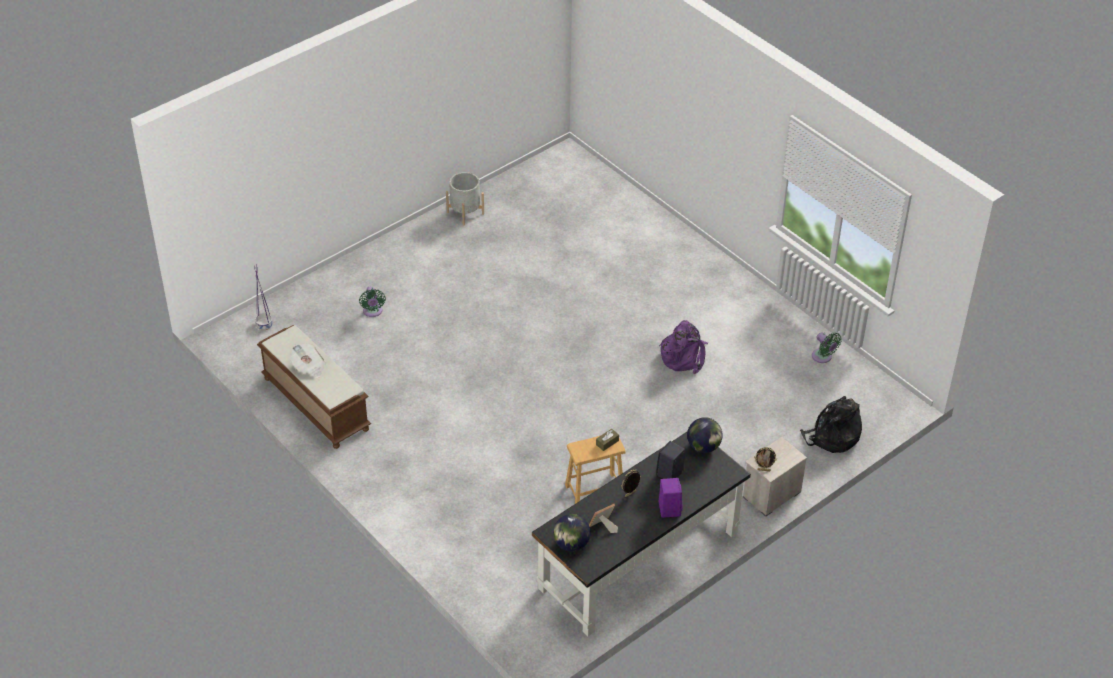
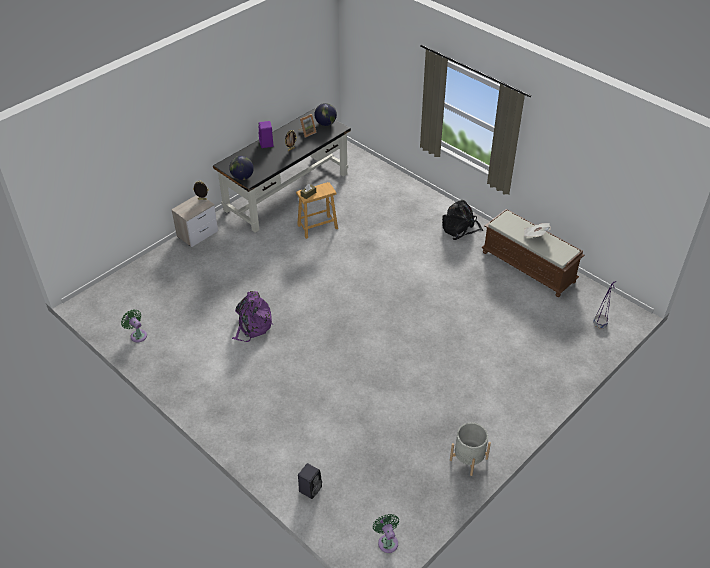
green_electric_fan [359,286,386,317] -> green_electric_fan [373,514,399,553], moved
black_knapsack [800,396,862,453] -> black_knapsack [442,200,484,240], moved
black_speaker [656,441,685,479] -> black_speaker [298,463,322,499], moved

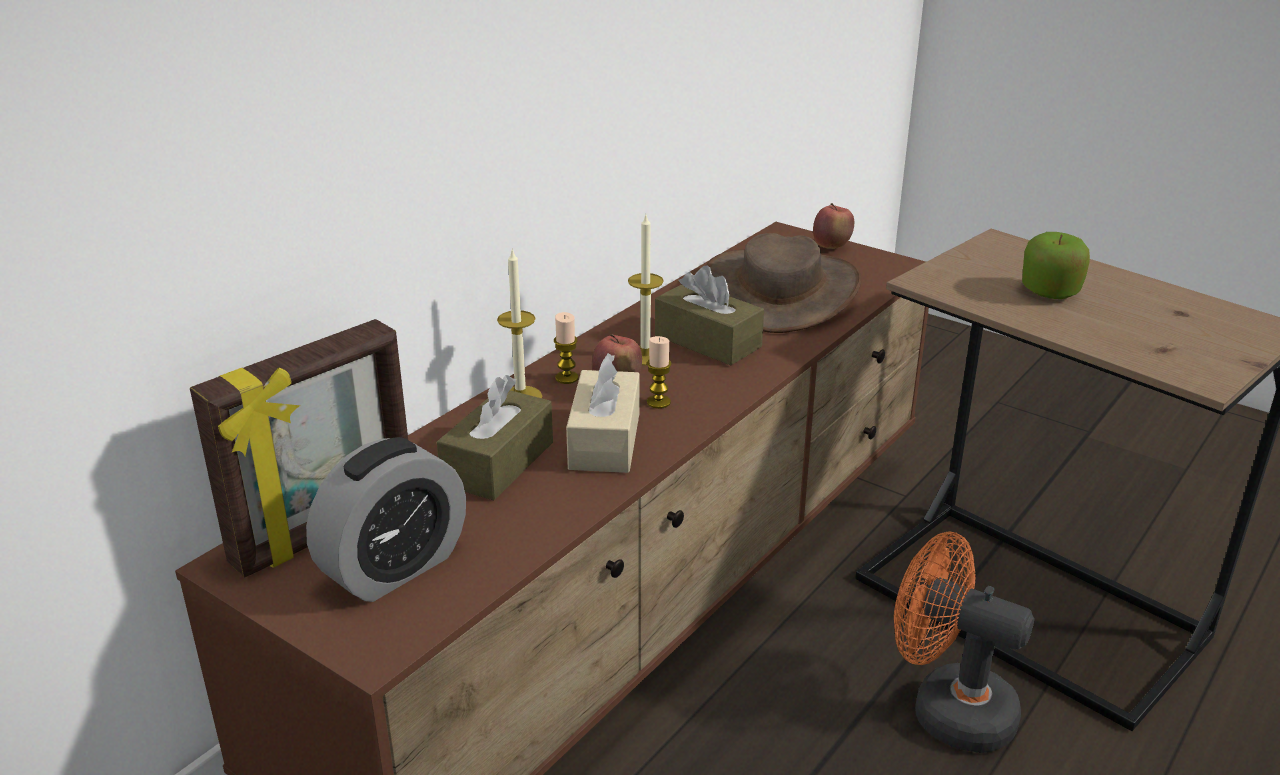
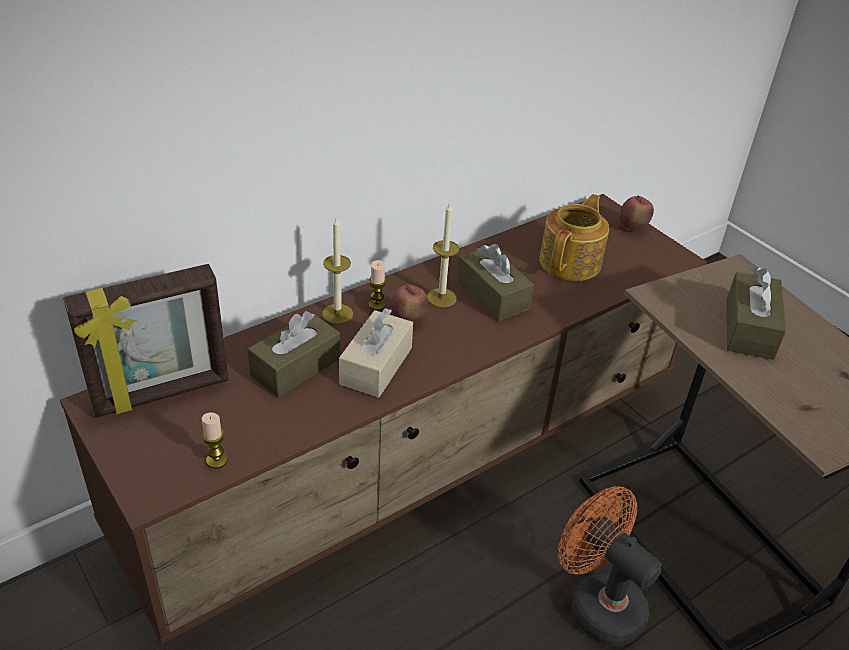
apple_fruit [1022,232,1090,299] -> brownish_tissue_holder [726,267,786,360]
brownish_hat [706,233,862,333] -> pot_for_tea [539,194,609,281]
wax_candle [647,336,672,409] -> wax_candle [202,413,227,469], moved
bedside_clock [306,437,466,602] -> none

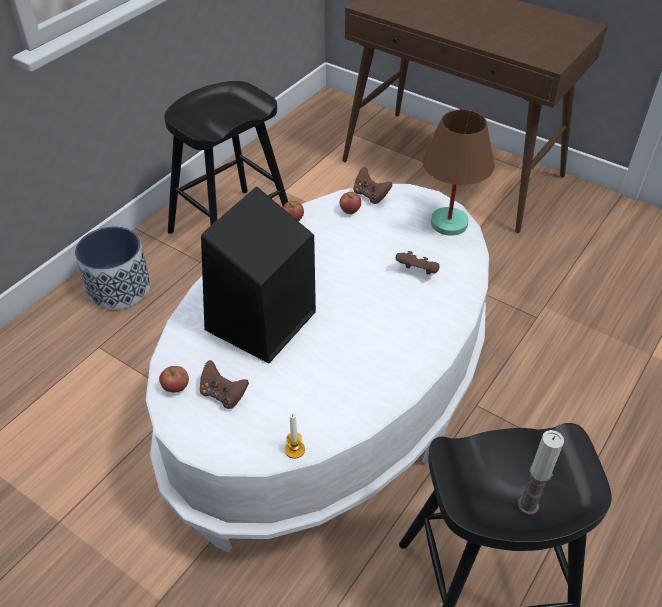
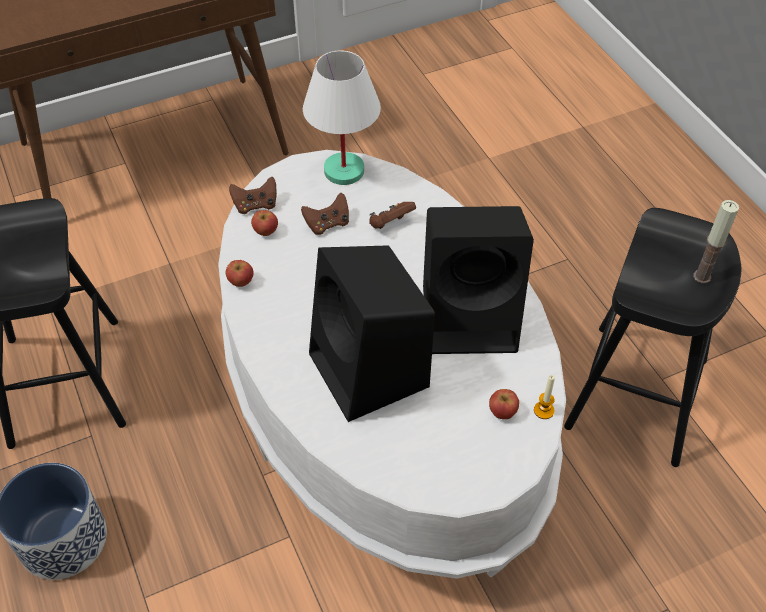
brownish_table_lamp [422,109,494,236] -> white_table_lamp [303,50,381,185]
brownish_gamepad [200,360,249,409] -> brownish_gamepad [301,193,349,235], moved
apple_fruit [159,366,189,393] -> apple_fruit [489,389,519,419], moved
none -> black_speaker [423,206,534,354]

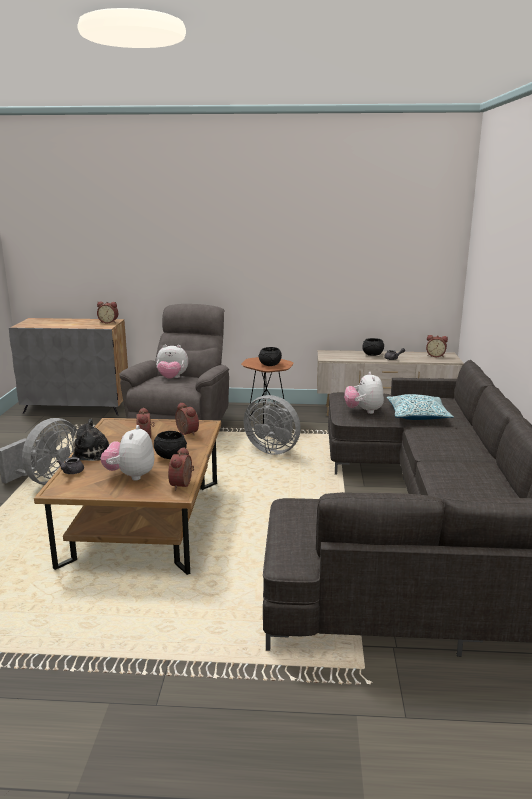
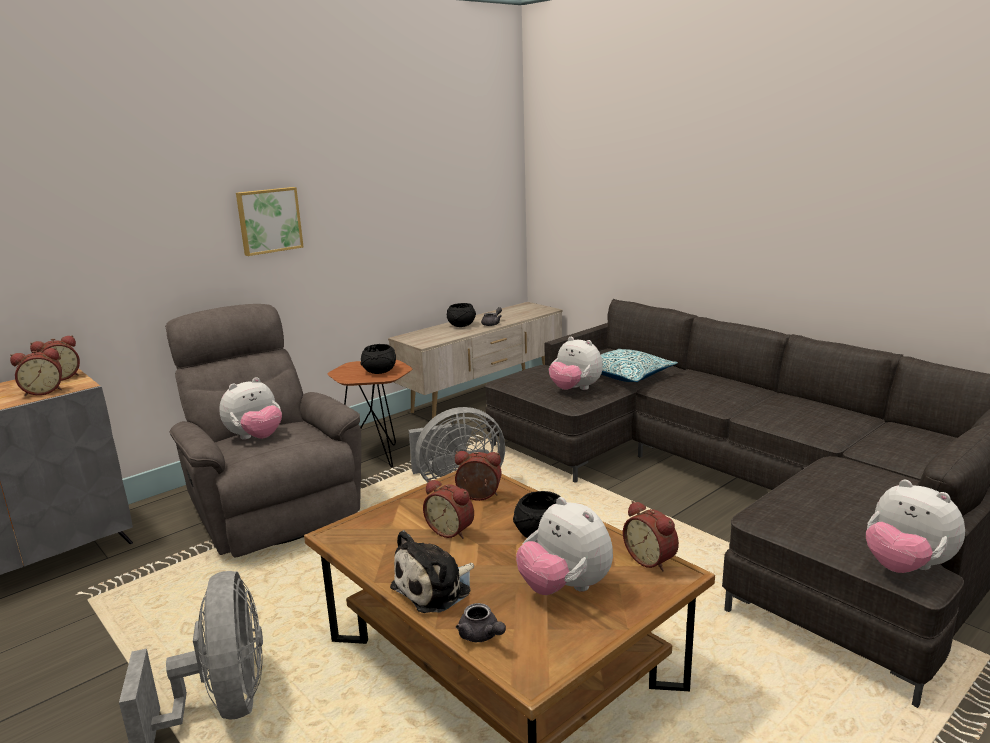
bedside_clock [426,335,448,357] -> bedside_clock [10,348,62,396], moved
none -> wall_art [236,187,303,256]
none -> soft_toy [866,480,965,573]

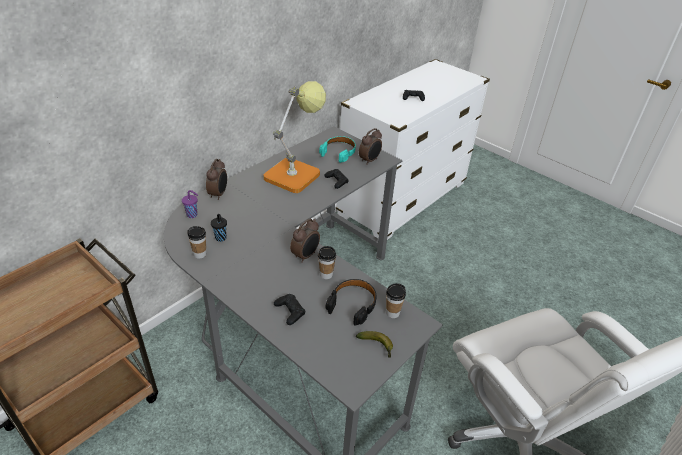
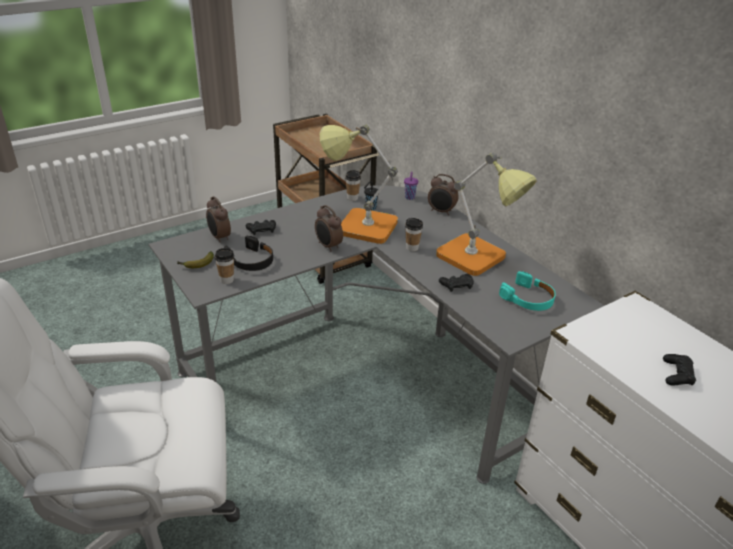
bedside_clock [359,128,382,165] -> bedside_clock [206,196,231,243], moved
cup [318,246,336,279] -> cup [405,218,423,251], moved
none -> table_lamp [320,124,398,244]

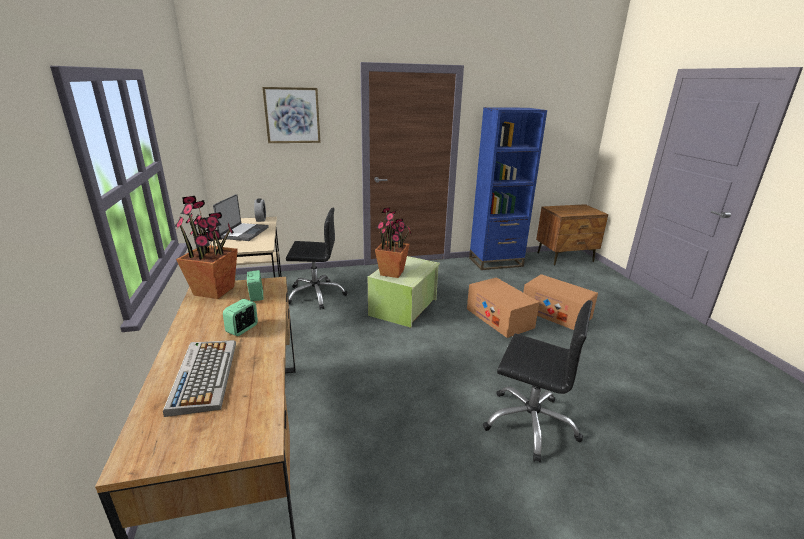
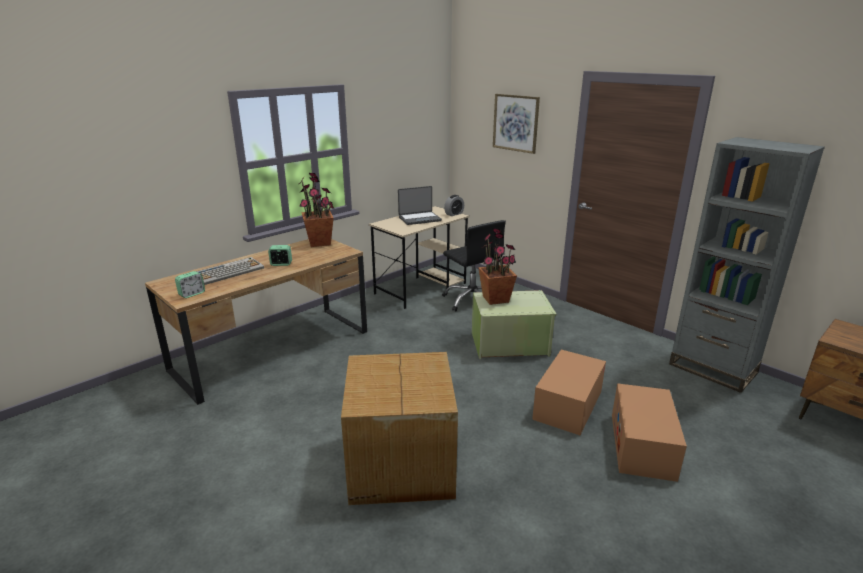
blue_bookshelf [469,107,547,270] -> greyish_bookshelf [669,137,825,393]
bedside_clock [247,270,263,301] -> bedside_clock [175,271,205,298], moved
black_desk_chair [483,300,593,462] -> cardboard_box [341,352,458,505]

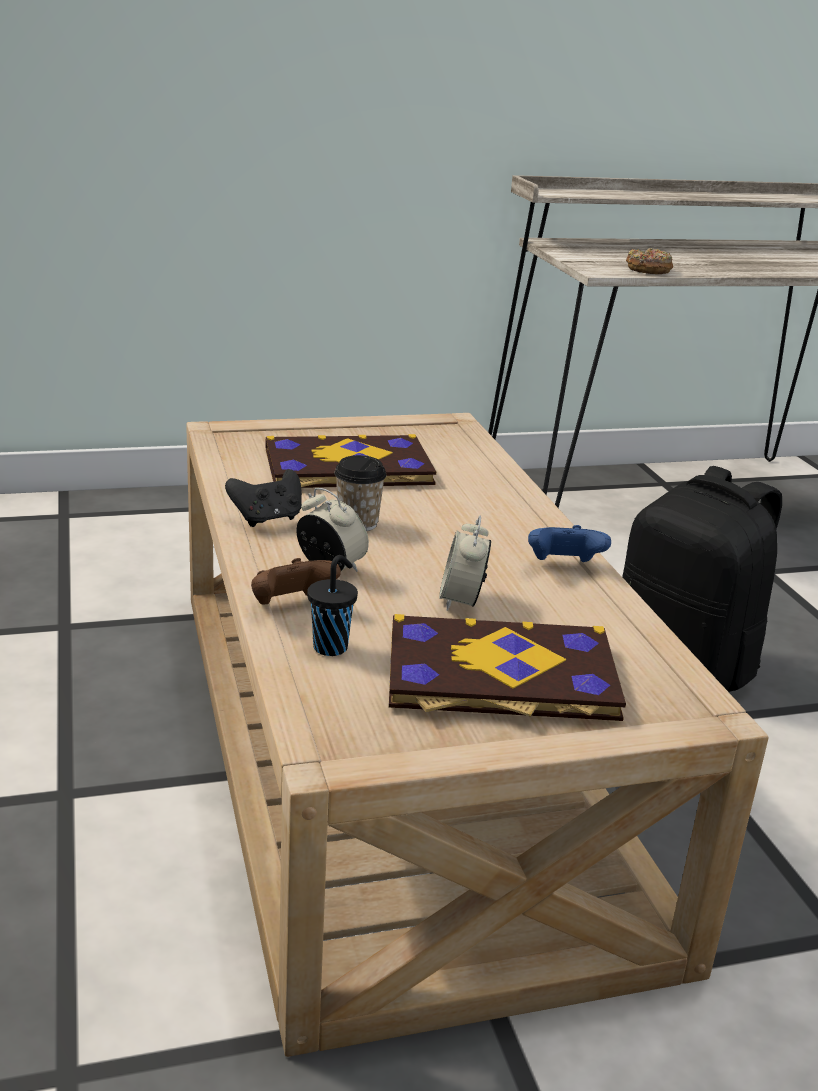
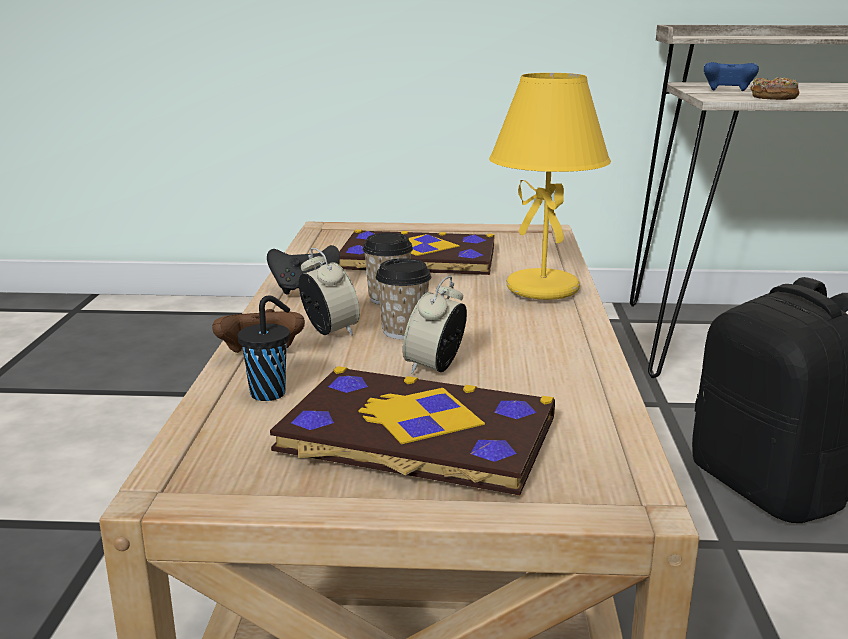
blue_gamepad [528,525,611,562] -> blue_gamepad [704,62,759,91], moved
none -> yellowish_table_lamp [489,73,611,300]
none -> cup [375,258,431,339]

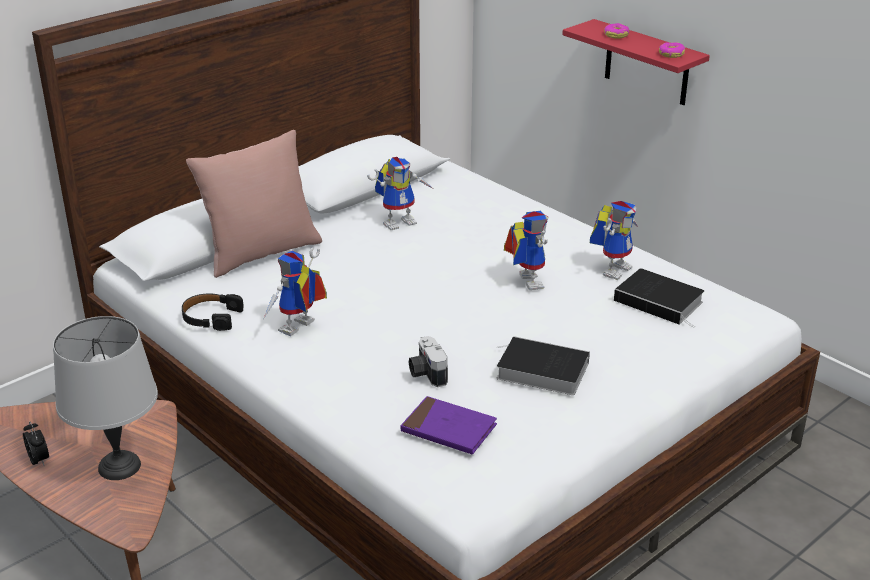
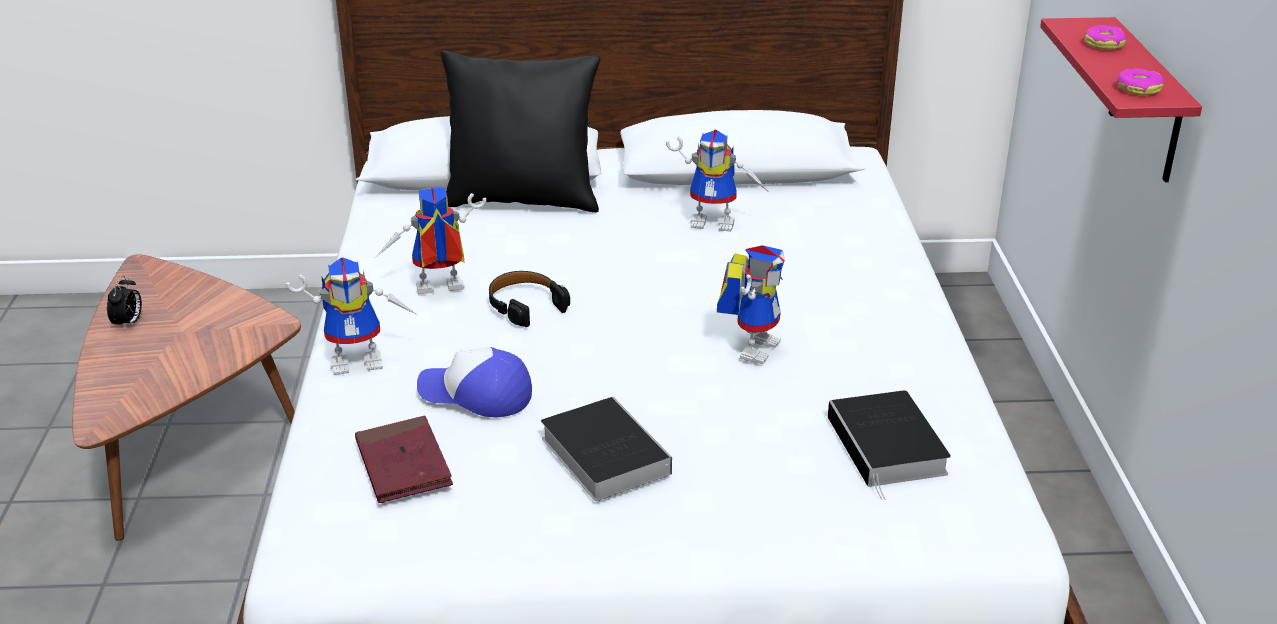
pink_pillow [186,130,322,278] -> black_pillow [441,51,601,212]
robot_figure [590,201,639,280] -> robot_figure [286,257,417,375], moved
black_headphones [182,293,244,331] -> black_headphones [489,271,570,327], moved
greyish_table_lamp [53,316,158,480] -> none
still_camera [409,336,448,387] -> baseball_cap [417,347,532,417]
purple-coloured_volume [400,396,497,455] -> red_volume [355,416,453,503]

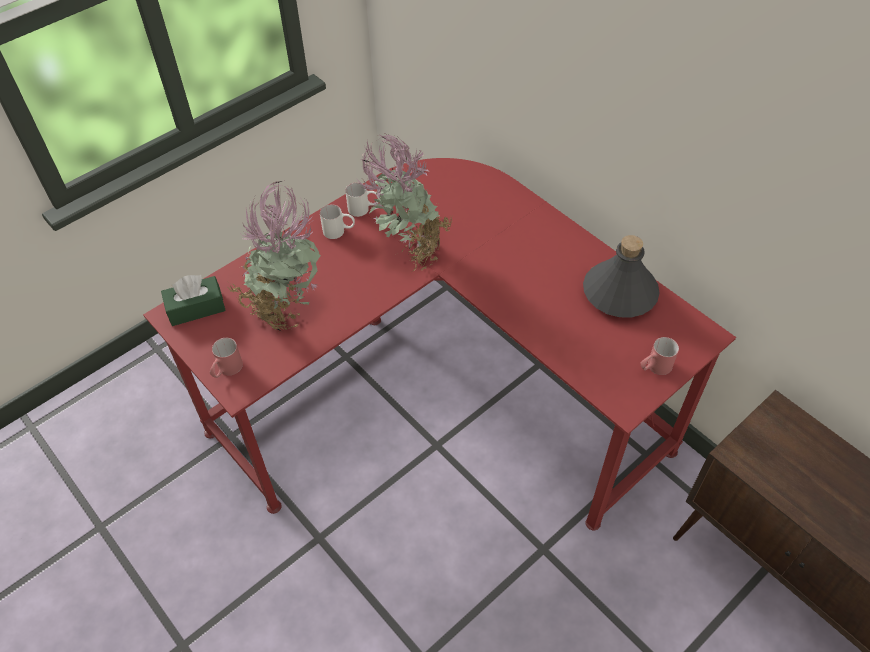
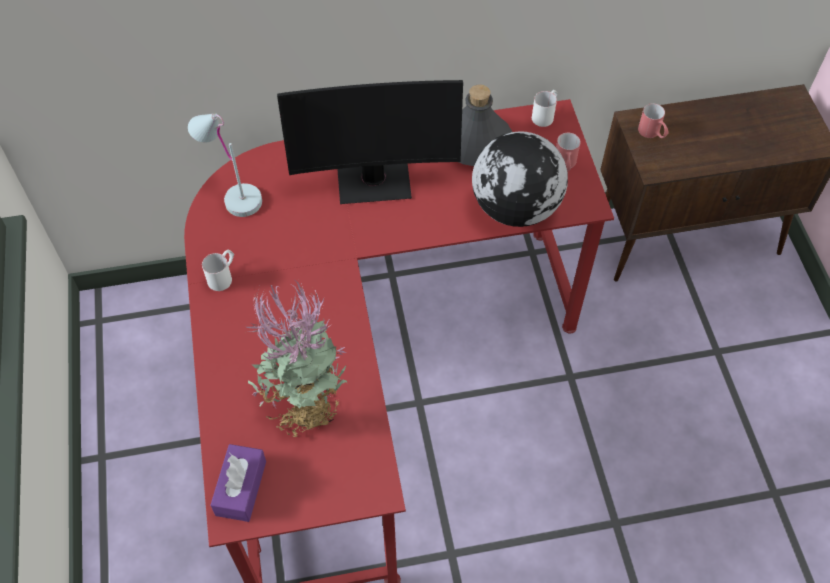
houseplant [356,133,452,272] -> none
white_mug [320,204,355,239] -> white_mug [532,90,558,127], moved
green_tissue_holder [161,275,226,326] -> purple-coloured_tissue_holder [211,444,266,522]
red_mug [210,338,243,378] -> red_mug [638,103,669,138], moved
none -> monitor [277,80,463,204]
none -> white_table_lamp [188,113,262,217]
none -> world_globe [472,131,568,227]

